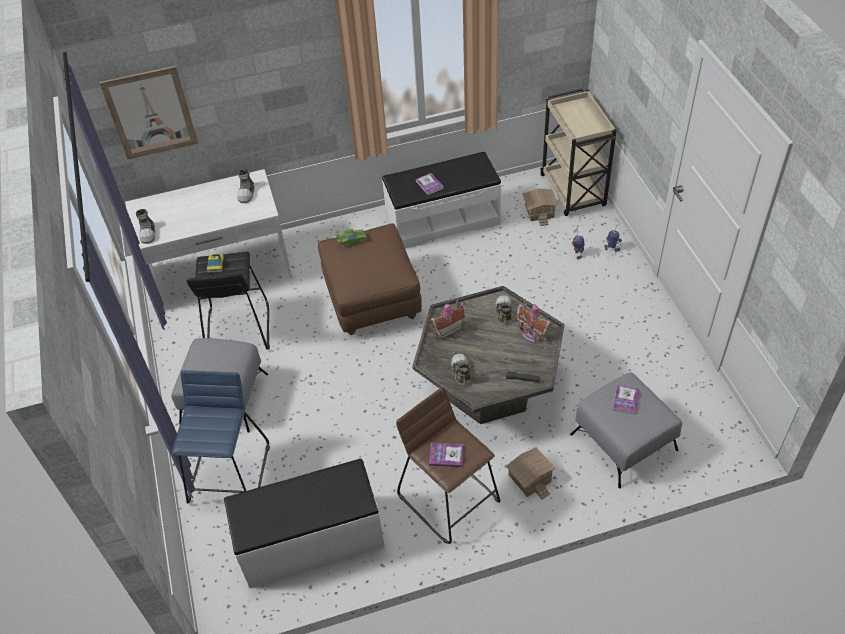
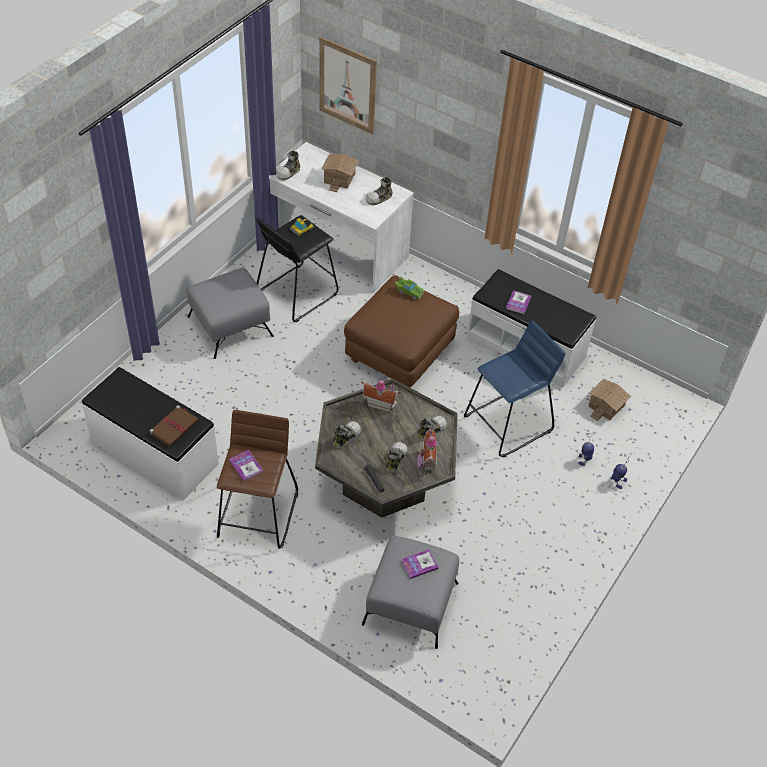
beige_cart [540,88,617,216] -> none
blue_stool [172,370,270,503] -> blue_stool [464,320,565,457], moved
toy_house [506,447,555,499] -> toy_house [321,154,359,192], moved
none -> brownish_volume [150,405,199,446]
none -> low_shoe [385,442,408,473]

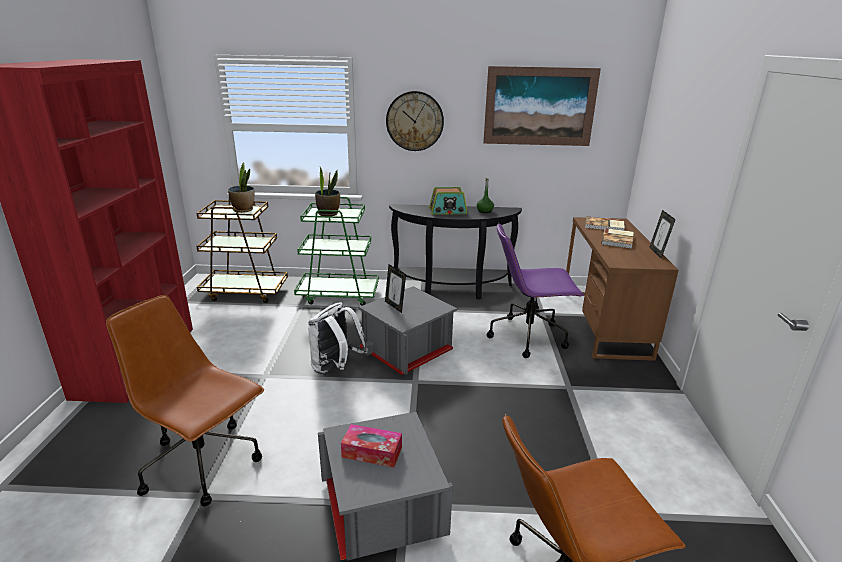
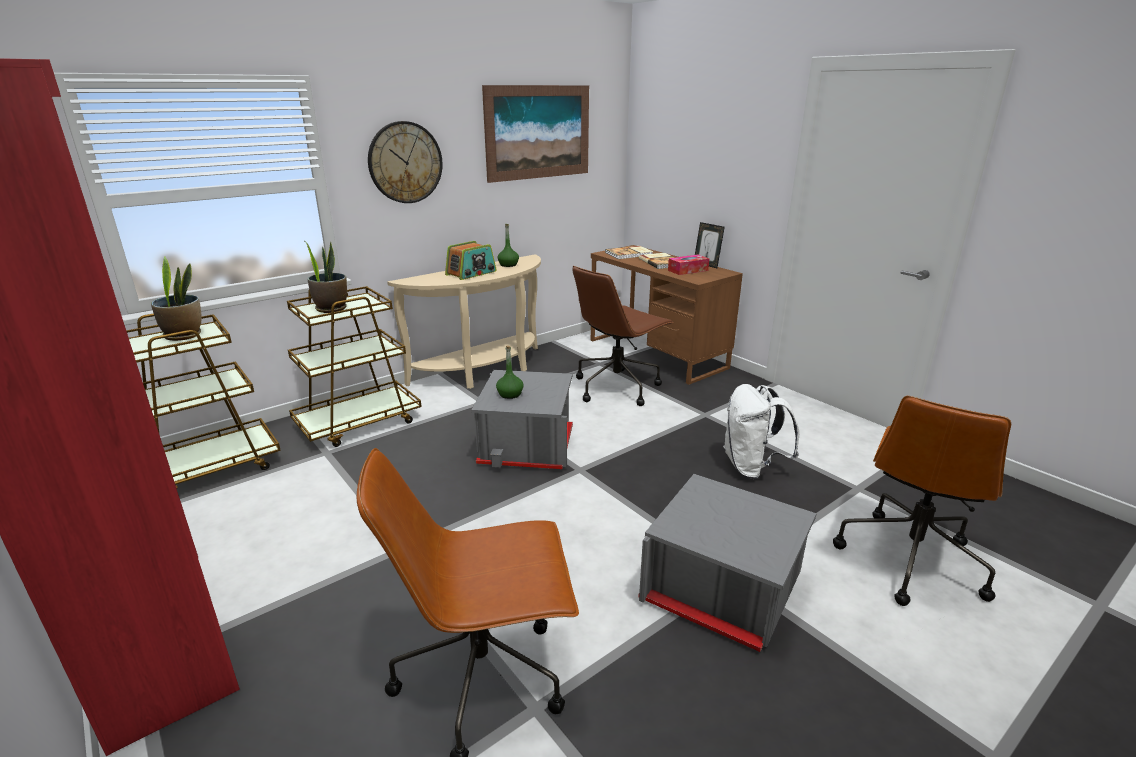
green_cart [294,197,379,306] -> brownish_cart [287,286,422,447]
black_hall_table [389,204,522,299] -> beige_hall_table [387,254,541,389]
purple-coloured_desk_chair [487,223,584,358] -> brownish_desk_chair [572,266,674,406]
standing_frame [385,264,406,313] -> green_bottle [496,345,524,399]
white_knapsack [308,302,368,374] -> white_knapsack [723,384,799,479], moved
tissue_holder [341,424,402,467] -> tissue_holder [668,255,709,275], moved

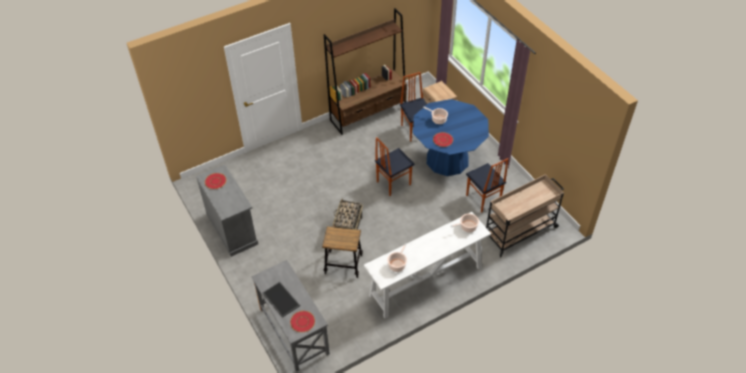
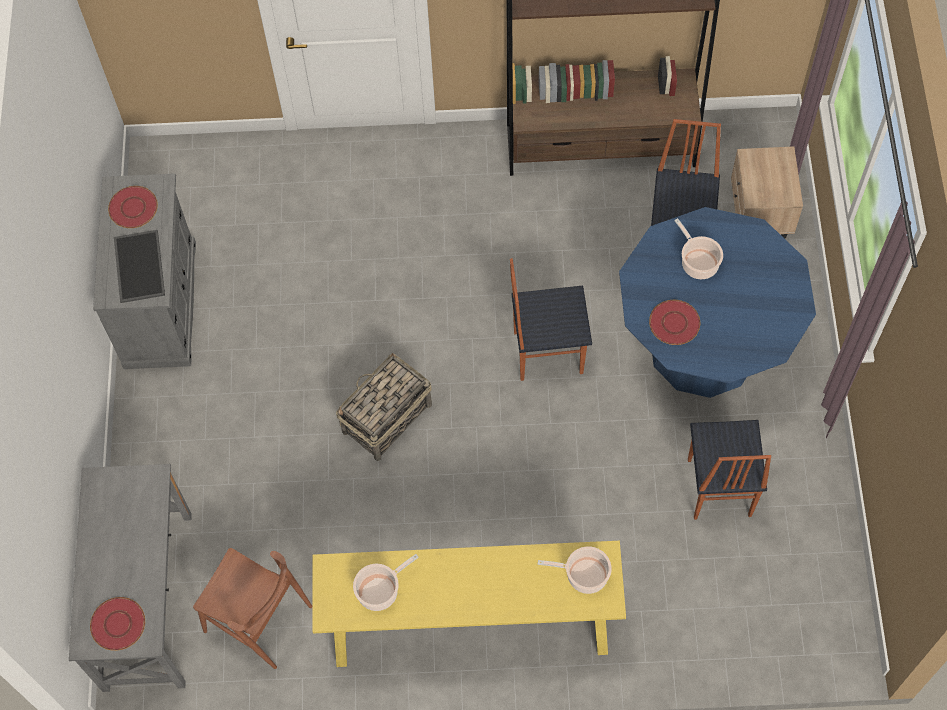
beige_cart [486,174,564,257] -> none
white_hall_table [364,212,491,319] -> yellowish_hall_table [312,541,626,667]
stool [322,226,363,278] -> none
tray [262,282,300,318] -> tray [114,230,165,303], moved
none -> brownish_upright_chair [193,548,312,669]

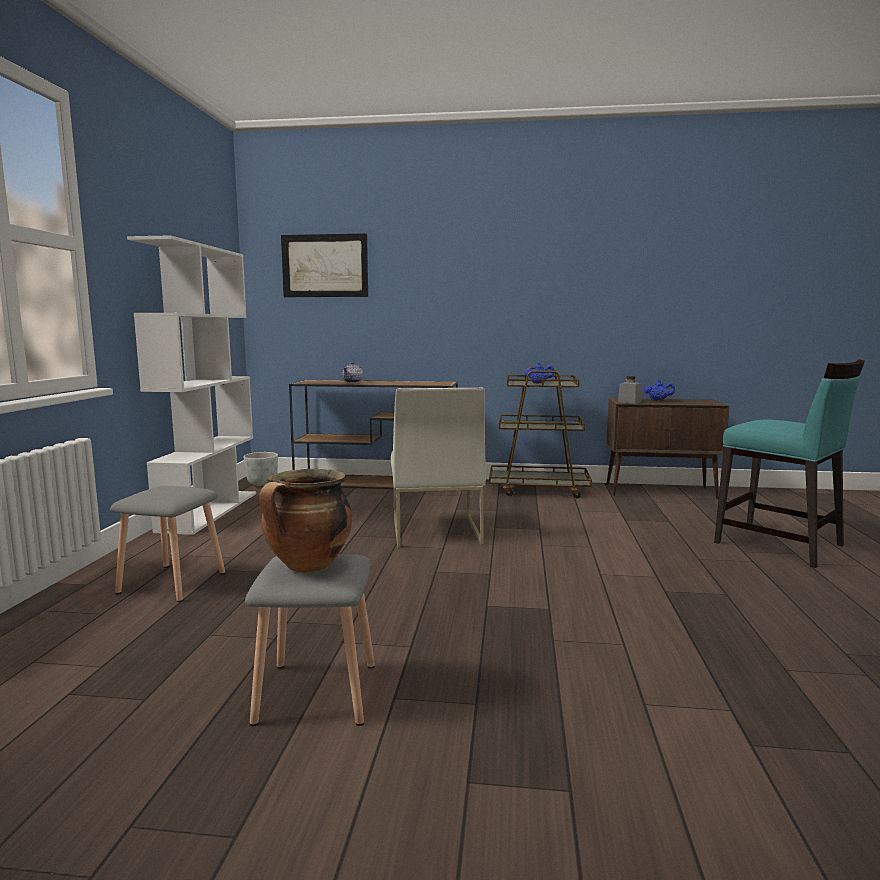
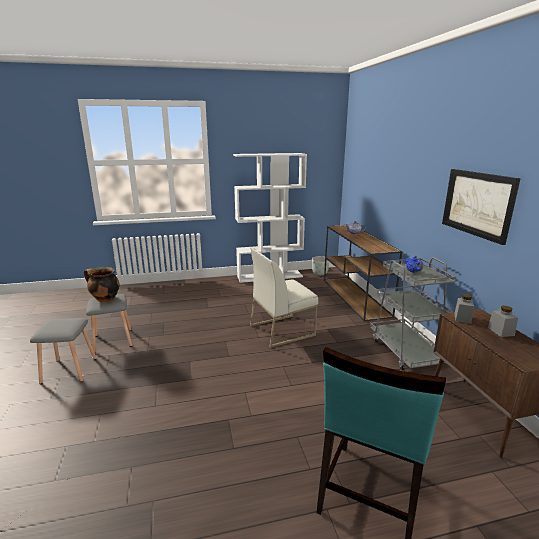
wall_art [281,233,368,297] -> wall_art [442,169,521,245], moved
brownish_cart [489,367,592,498] -> greyish_cart [370,257,456,371]
blue_pot_for_tea [644,380,675,401] -> greyish_preserve_jar [488,306,518,337]
greyish_stool [110,486,225,602] -> greyish_stool [30,318,97,384], moved

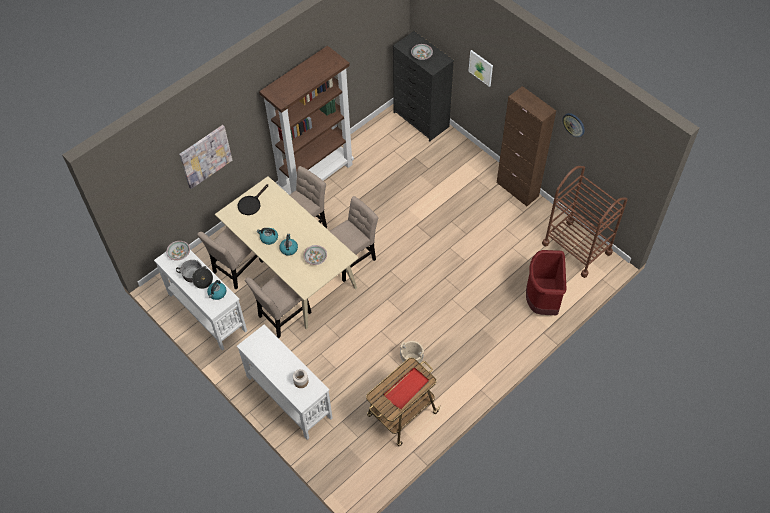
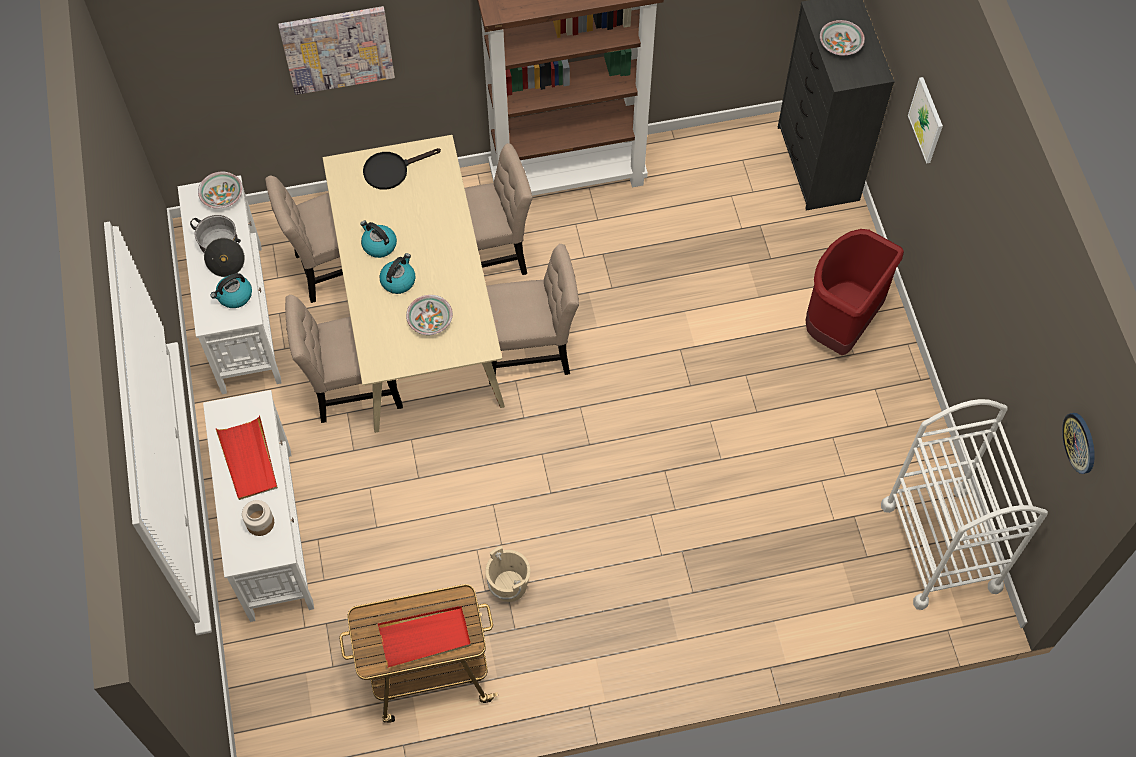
brownish_storage_cabinet [497,86,556,207] -> none
wall_clock [562,113,585,137] -> wall_clock [1062,413,1095,474], moved
brownish_cart [542,166,628,278] -> white_cart [881,399,1048,610]
red_waste_bin [526,250,566,315] -> red_waste_bin [805,229,904,355], moved
none -> red_tray [216,415,278,500]

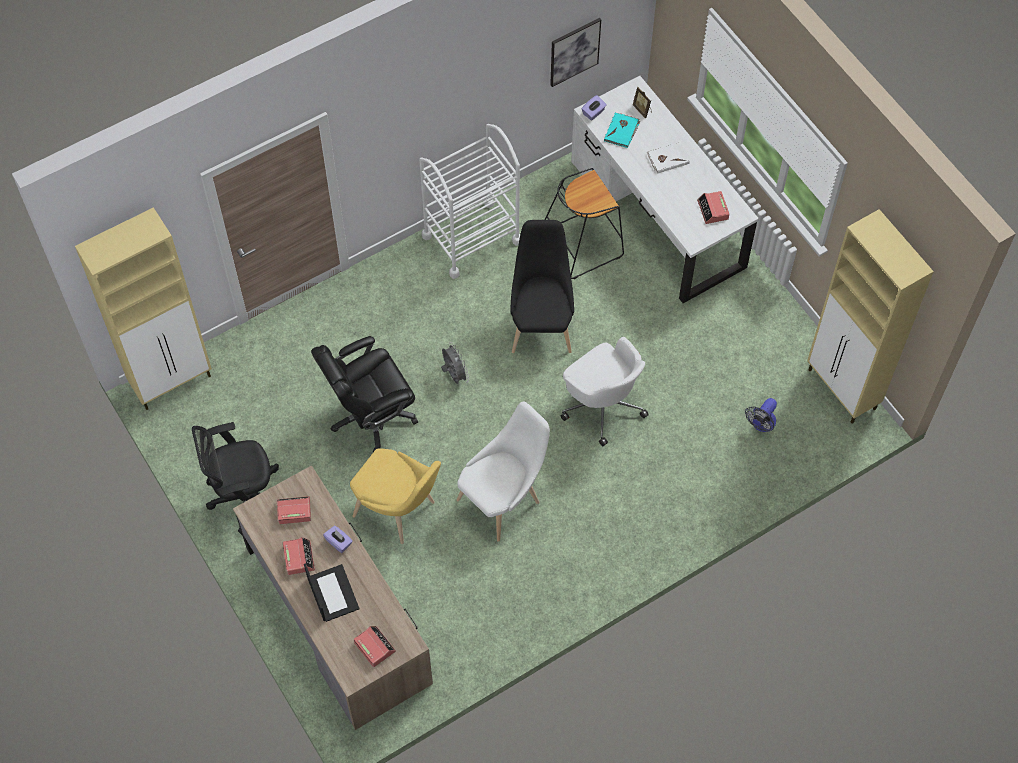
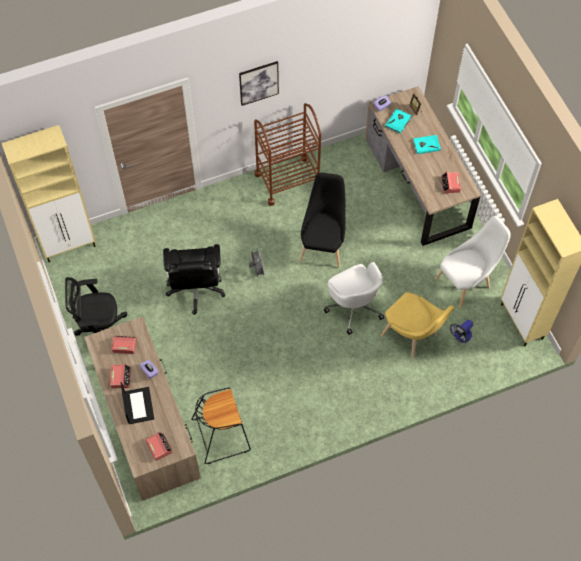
wall_art [550,18,601,87] -> wall_art [239,61,279,106], moved
white_desk_table [571,76,759,303] -> brownish_desk_table [365,86,481,246]
white_cart [419,124,520,279] -> brownish_cart [254,103,321,206]
white_volume [647,142,690,174] -> turquoise_volume [413,135,441,154]
black_stool [545,168,624,279] -> black_stool [191,387,251,464], moved
black_desk_chair [311,336,418,452] -> black_desk_chair [163,244,225,315], 75 degrees counterclockwise
white_upright_chair [456,402,550,542] -> white_upright_chair [435,216,511,309], moved
yellowish_upright_chair [350,448,441,544] -> yellowish_upright_chair [381,292,454,359], moved

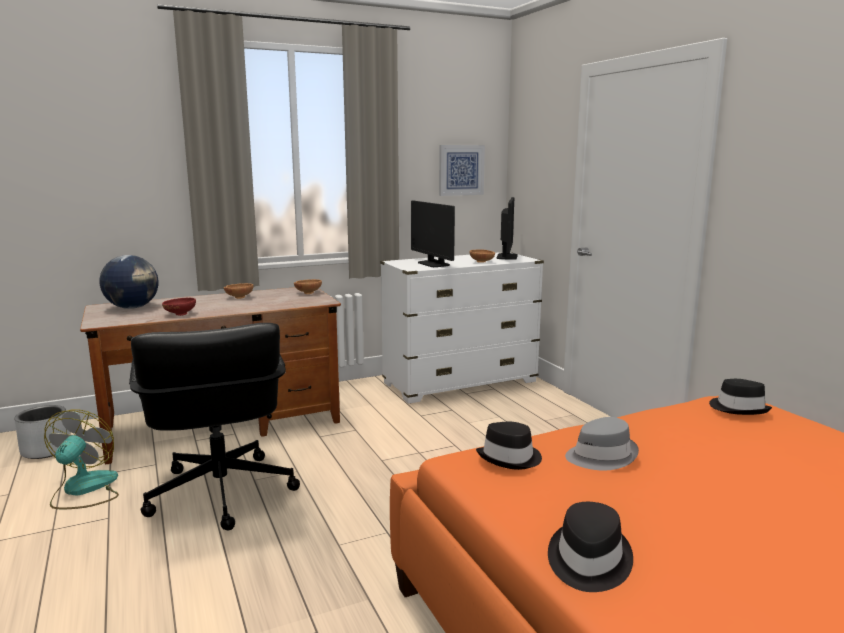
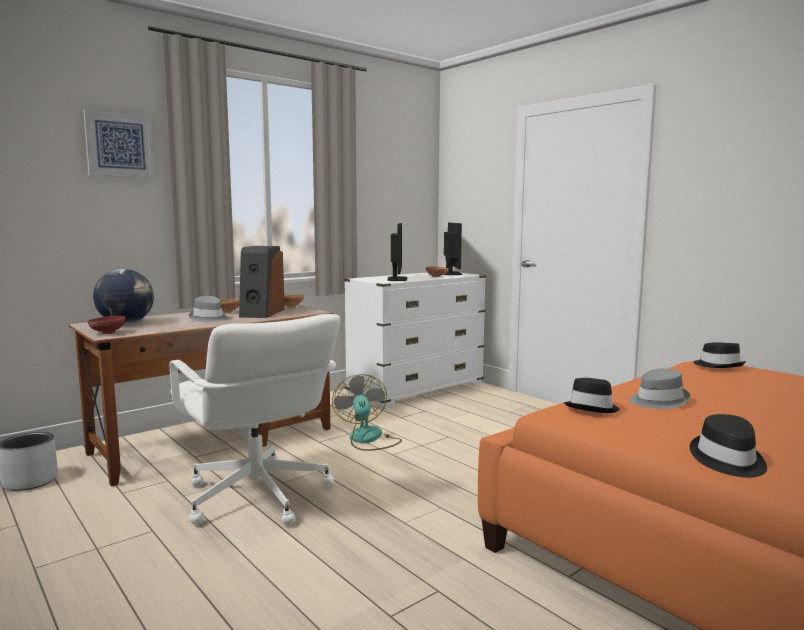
wall_art [439,145,485,196] -> wall_art [83,109,155,178], moved
monitor [411,201,455,267] -> monitor [387,223,407,281], 135 degrees counterclockwise
red_deep_dish [162,298,196,316] -> red_deep_dish [88,316,126,334], moved
black_desk_chair [129,323,300,530] -> white_desk_chair [170,314,340,525]
electric_fan [44,409,119,510] -> electric_fan [332,374,402,451], moved
none -> speaker [239,246,285,318]
none -> greyish_hat [189,296,229,322]

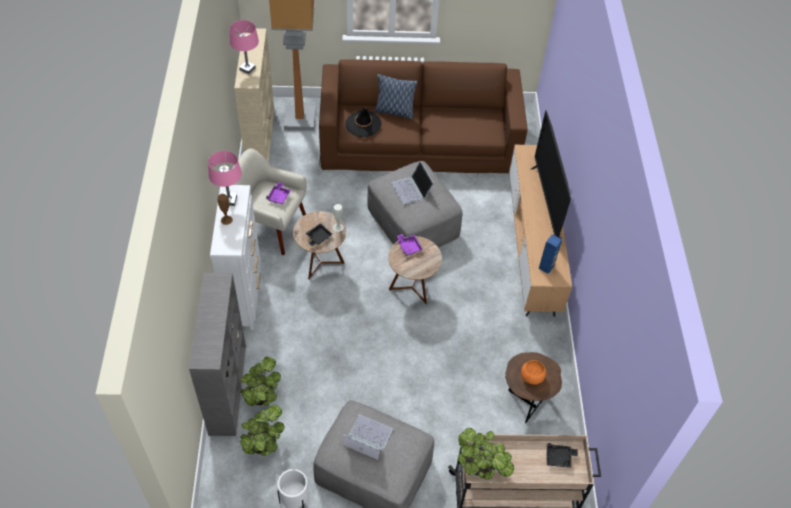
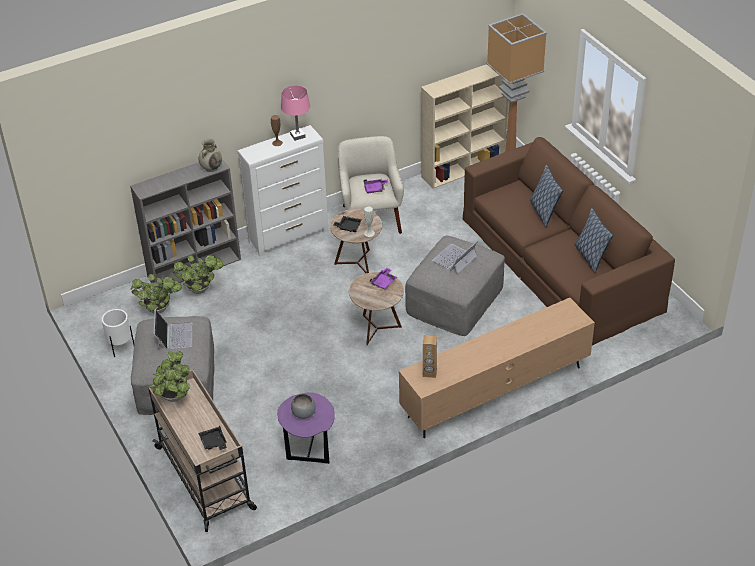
pink_table_lamp [230,20,259,74] -> none
black_hat [345,107,382,137] -> none
TV_set [531,110,571,239] -> none
blue_speaker [539,234,562,274] -> brownish_speaker [423,335,437,378]
brownish_accent_table [505,352,562,423] -> purple-coloured_accent_table [277,392,334,464]
orange-coloured_deep_dish [521,360,546,384] -> greyish_deep_dish [291,394,316,419]
none -> beige_vase [199,138,222,172]
none -> pillow [574,208,614,273]

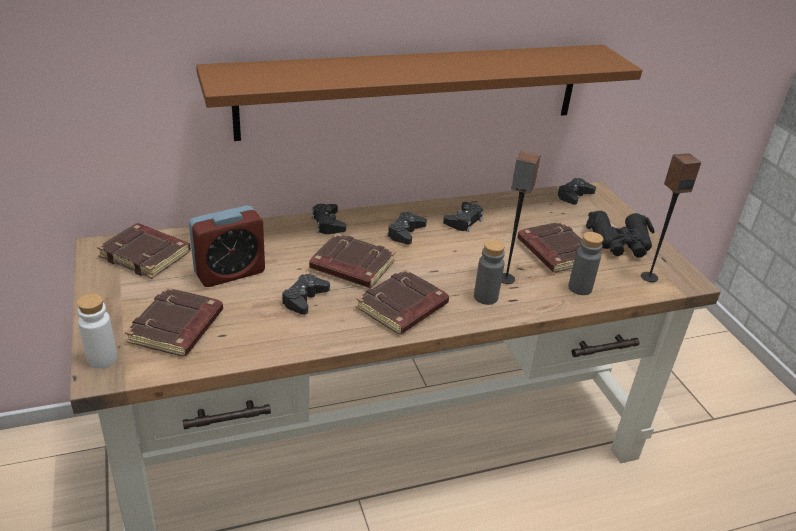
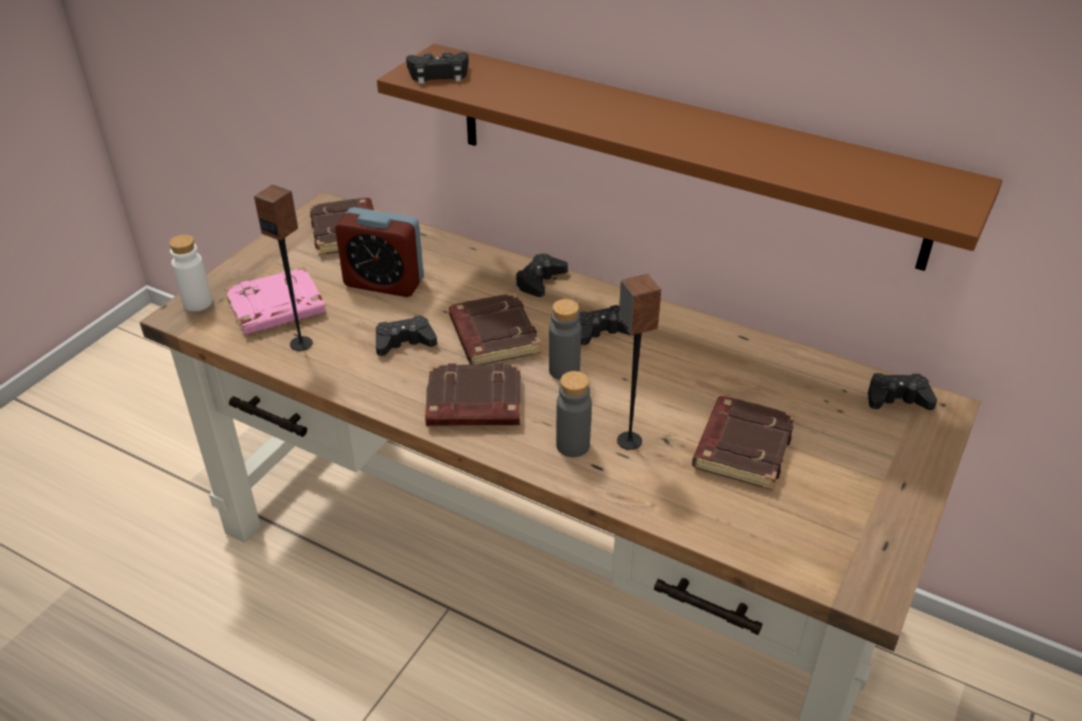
speaker [641,153,701,282] -> speaker [254,185,313,351], moved
black_gamepad [443,202,484,232] -> black_gamepad [406,51,469,84], moved
black_field_glasses [586,211,655,258] -> none
greyish_bottle [568,232,603,295] -> greyish_bottle [549,299,581,380], moved
brownish_volume [125,287,223,357] -> pink_volume [225,267,326,335]

